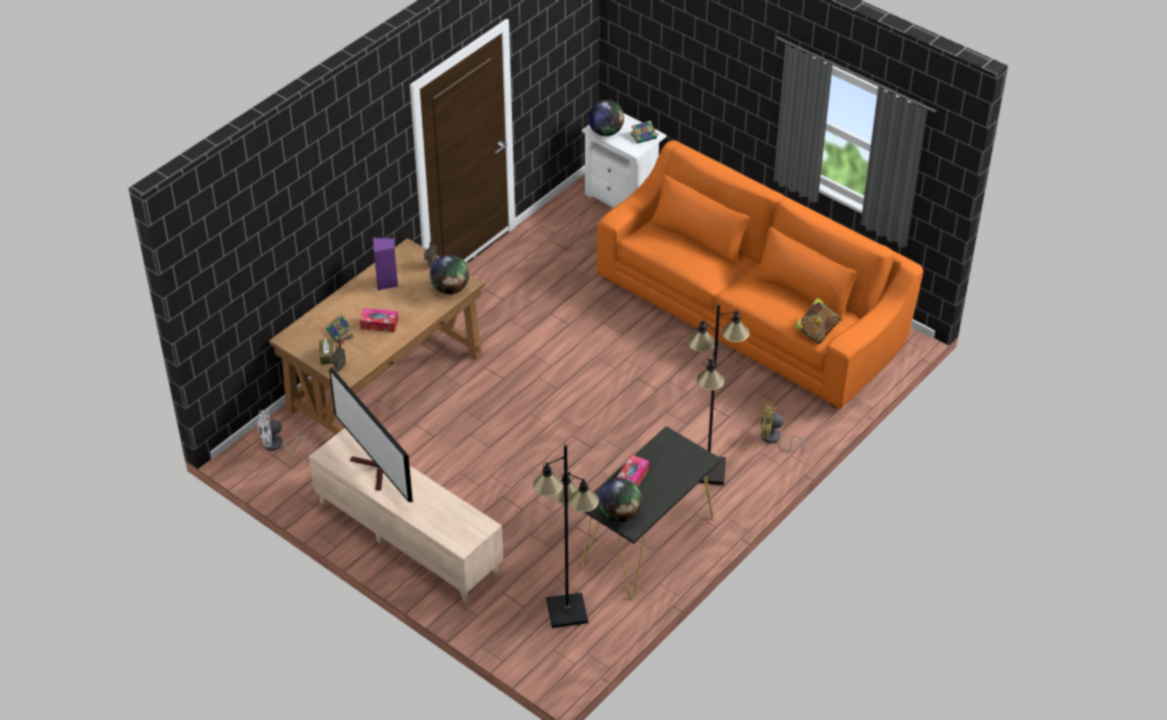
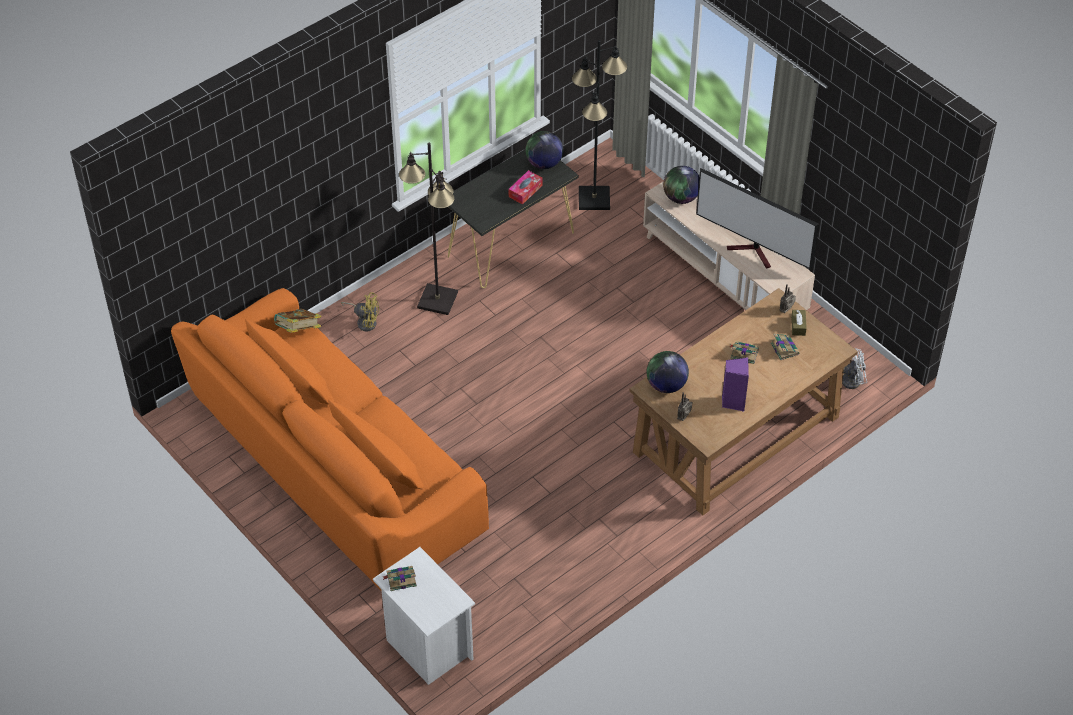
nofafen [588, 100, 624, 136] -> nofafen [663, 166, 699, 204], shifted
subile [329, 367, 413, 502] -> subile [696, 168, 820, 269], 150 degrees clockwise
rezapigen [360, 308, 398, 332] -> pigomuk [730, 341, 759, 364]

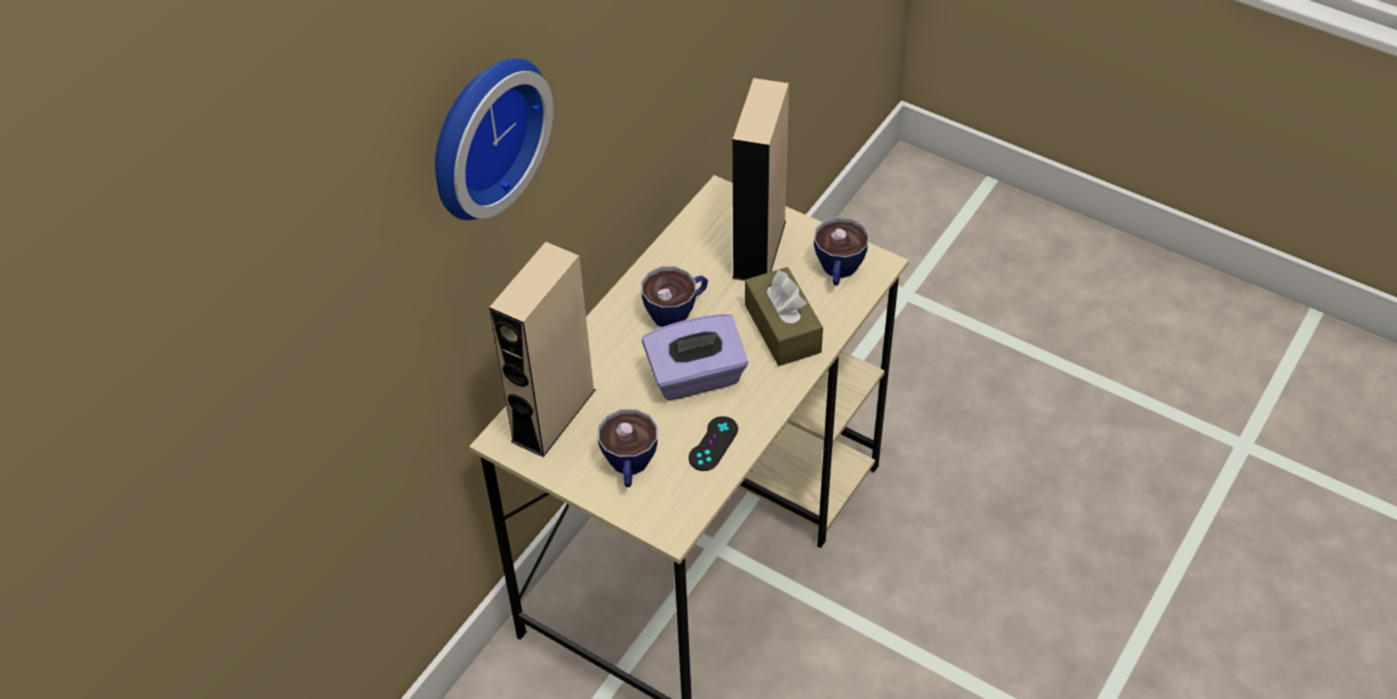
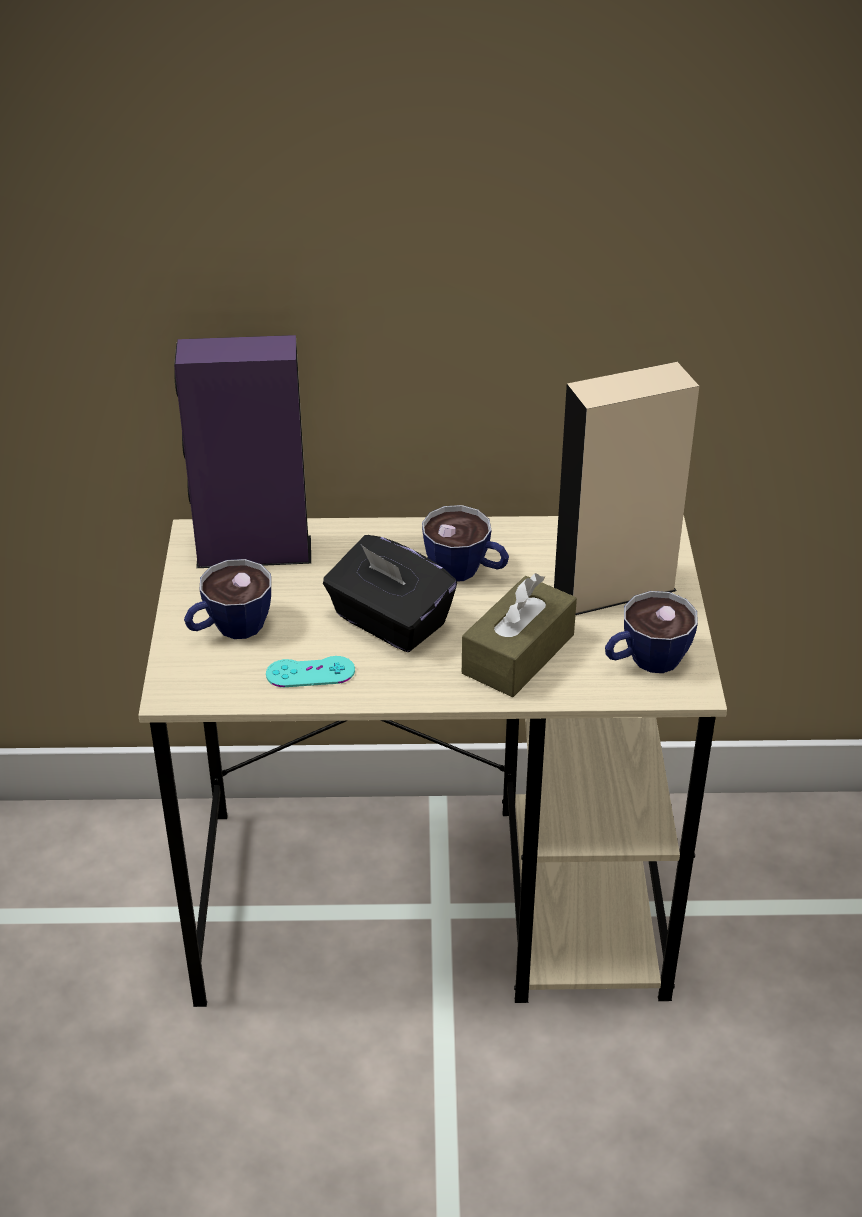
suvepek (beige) [489, 242, 596, 457] -> suvepek (purple) [174, 335, 311, 568]
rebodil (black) [688, 416, 738, 471] -> rebodil (turquoise) [266, 656, 355, 687]
rezapigen (purple) [642, 314, 748, 401] -> rezapigen (black) [323, 535, 457, 652]
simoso [435, 58, 553, 220] -> none

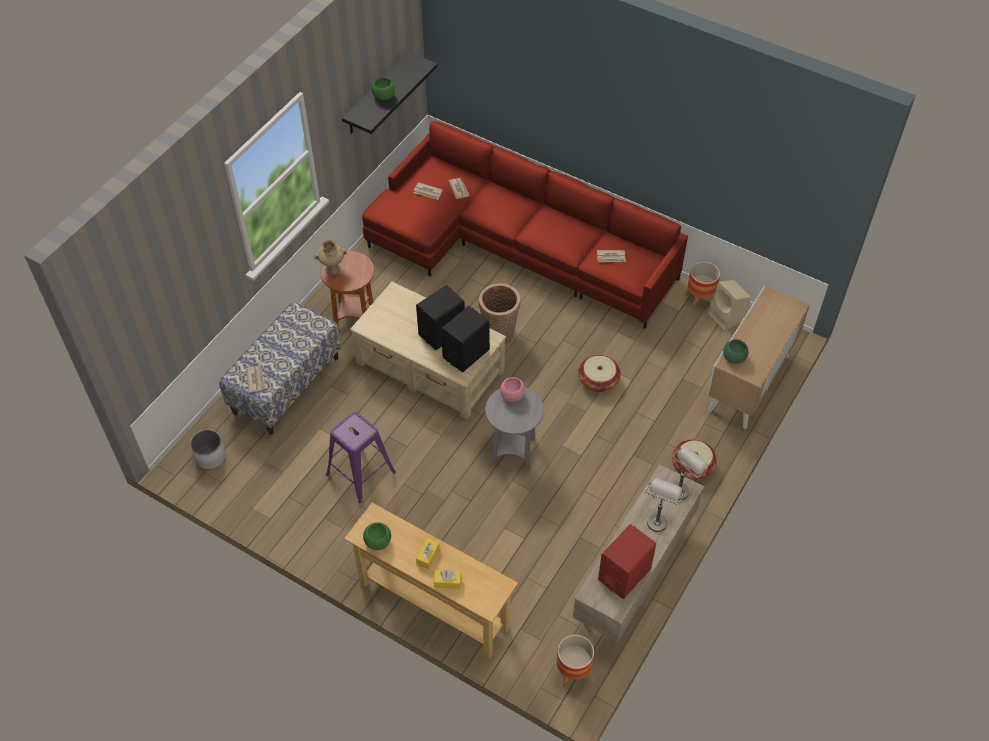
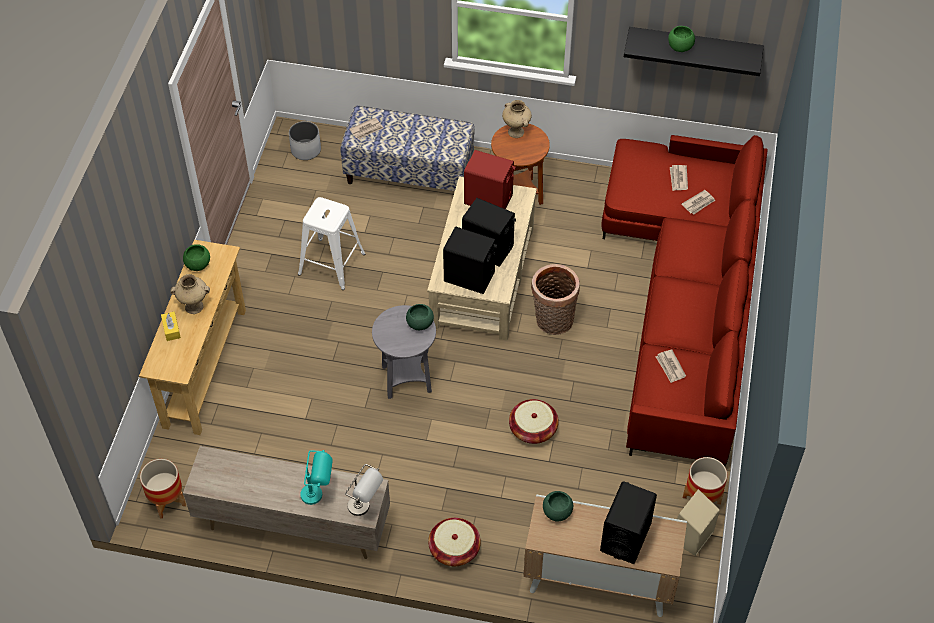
rezapigen (yellow) [416, 538, 440, 569] -> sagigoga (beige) [170, 274, 210, 314]
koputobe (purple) [326, 412, 396, 503] -> koputobe (white) [298, 197, 365, 290]
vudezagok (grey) [645, 478, 684, 532] -> vudezagok (turquoise) [300, 450, 332, 505]
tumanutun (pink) [500, 377, 525, 402] -> tumanutun (green) [406, 304, 434, 330]
suvepek (red) [598, 524, 656, 599] -> suvepek (red) [464, 150, 516, 209], shifted
none -> suvepek (black) [600, 482, 657, 564]

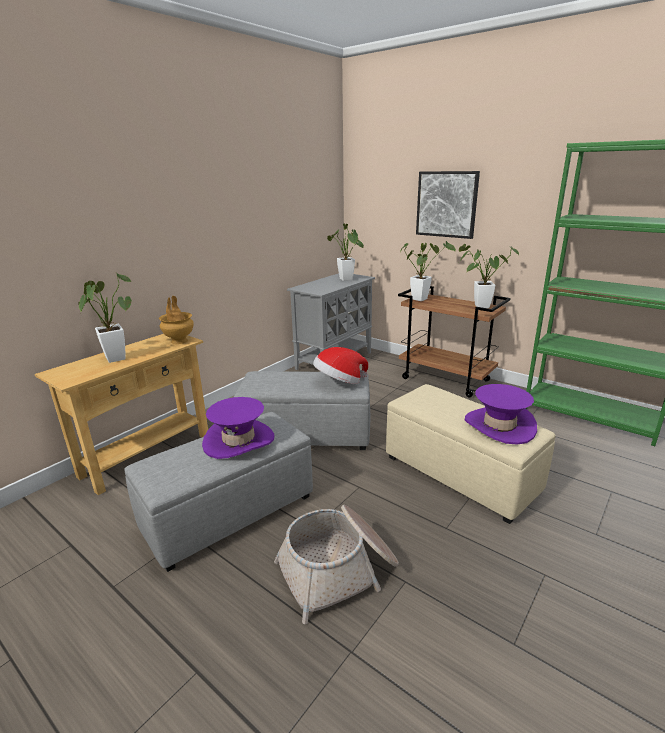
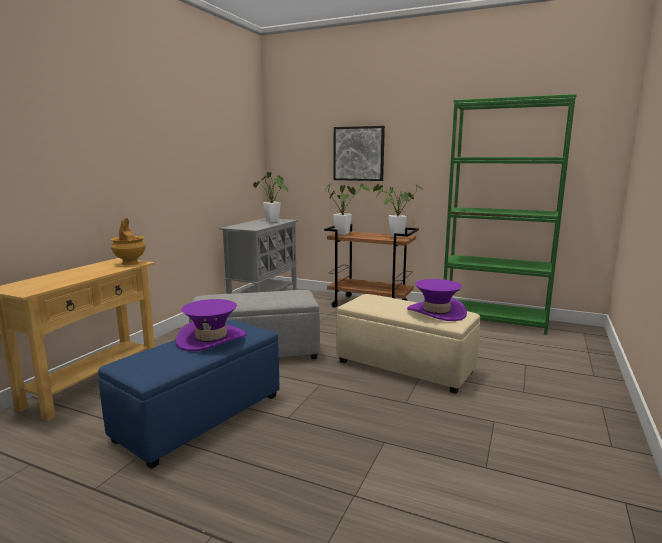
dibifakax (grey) [124, 412, 313, 572] -> dibifakax (blue) [98, 320, 280, 469]
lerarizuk [78, 273, 132, 363] -> none
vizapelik [274, 505, 399, 624] -> none
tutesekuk [313, 347, 368, 384] -> none

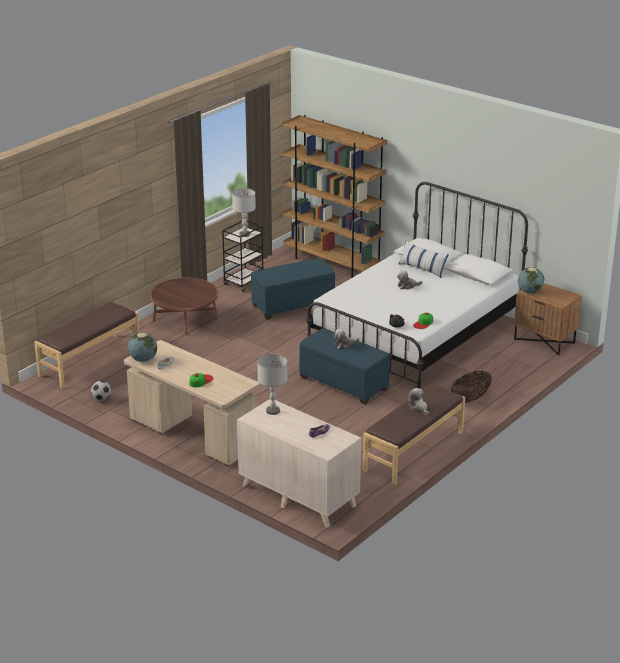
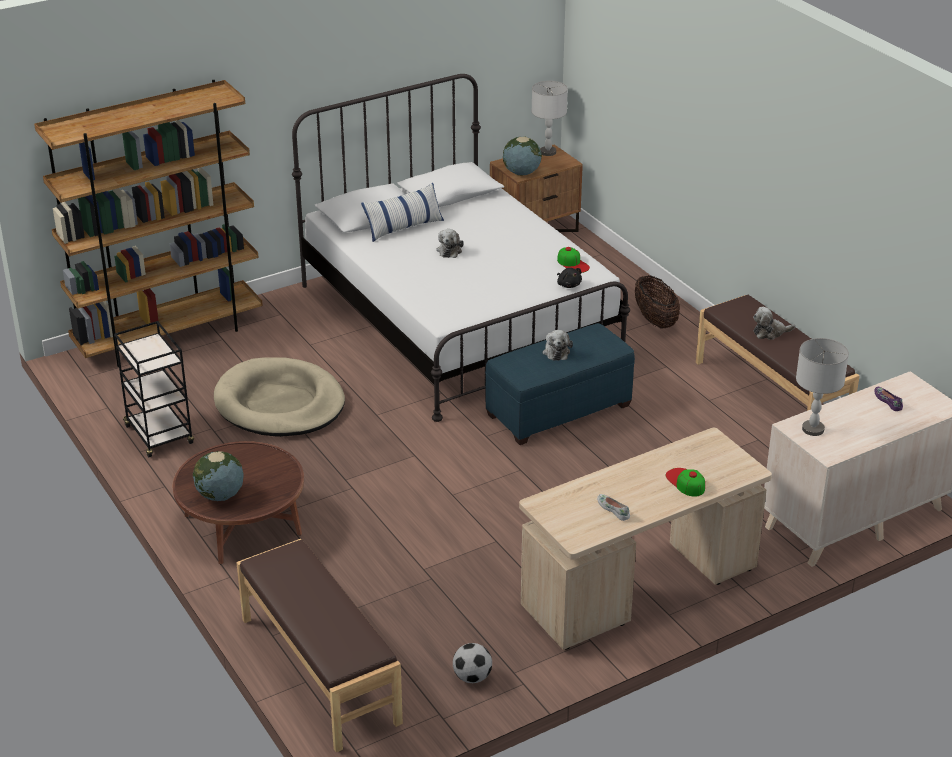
nofafen [128, 332, 157, 362] -> nofafen [193, 451, 243, 501], shifted
dibifakax (blue) [251, 258, 335, 320] -> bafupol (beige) [214, 357, 345, 437]
vudezagok (grey) [232, 188, 256, 237] -> vudezagok (grey) [532, 81, 568, 156], shifted

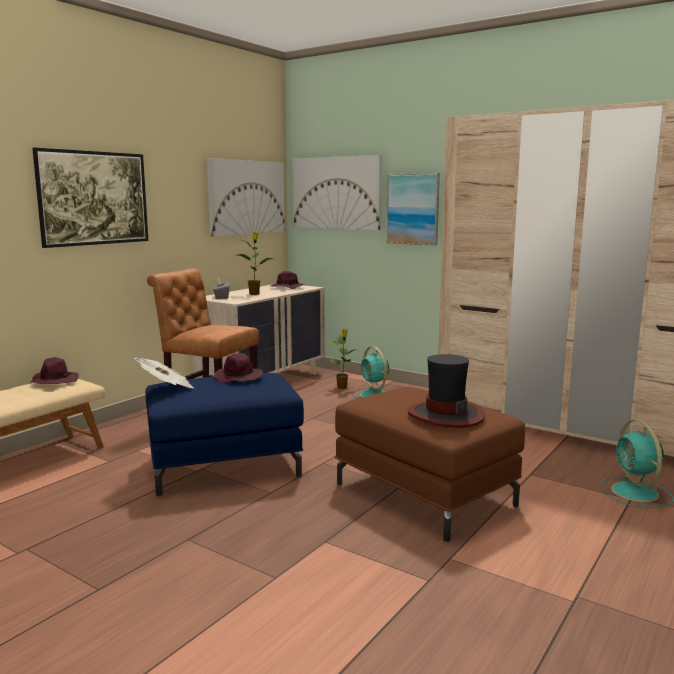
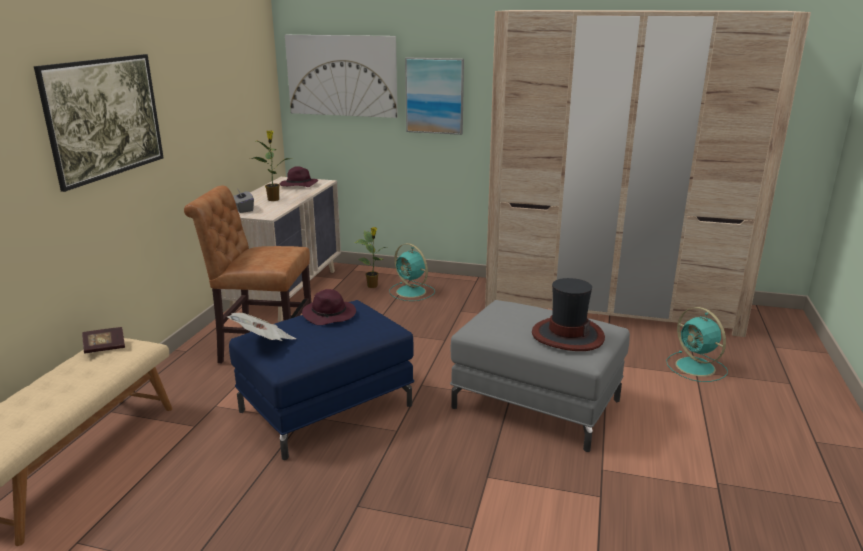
tutesekuk (purple) [31, 357, 79, 384] -> pigomuk [82, 327, 125, 354]
dibifakax (brown) [335, 387, 525, 542] -> dibifakax (grey) [450, 300, 630, 452]
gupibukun [207, 158, 285, 236] -> none

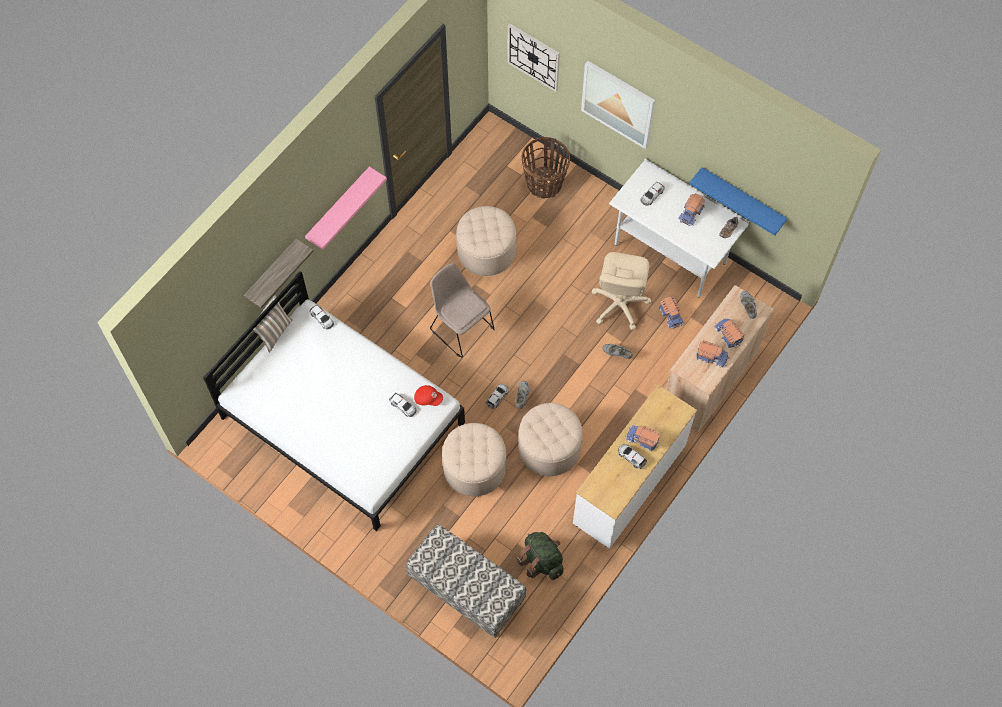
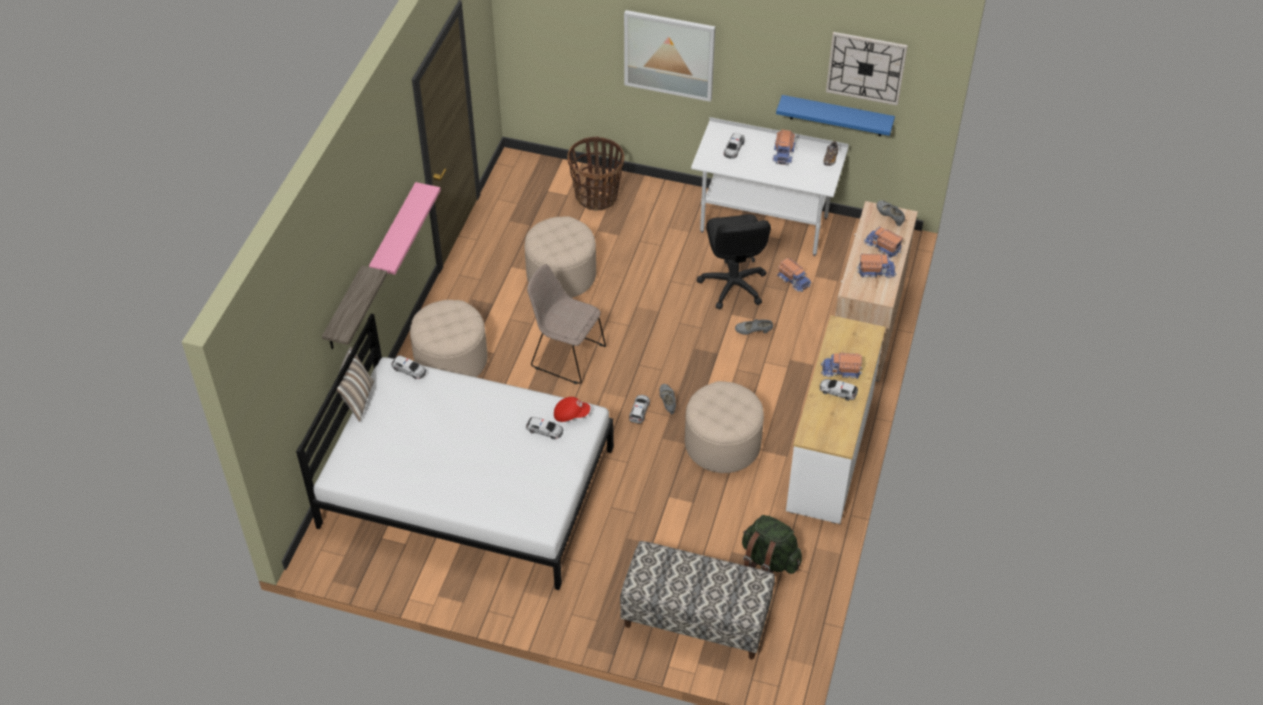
dibifakax (beige) [442, 423, 506, 496] -> dibifakax (beige) [410, 300, 487, 377], shifted
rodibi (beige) [591, 252, 651, 330] -> rodibi (black) [697, 214, 771, 309]
simoso [507, 23, 560, 92] -> simoso [826, 32, 908, 106], shifted

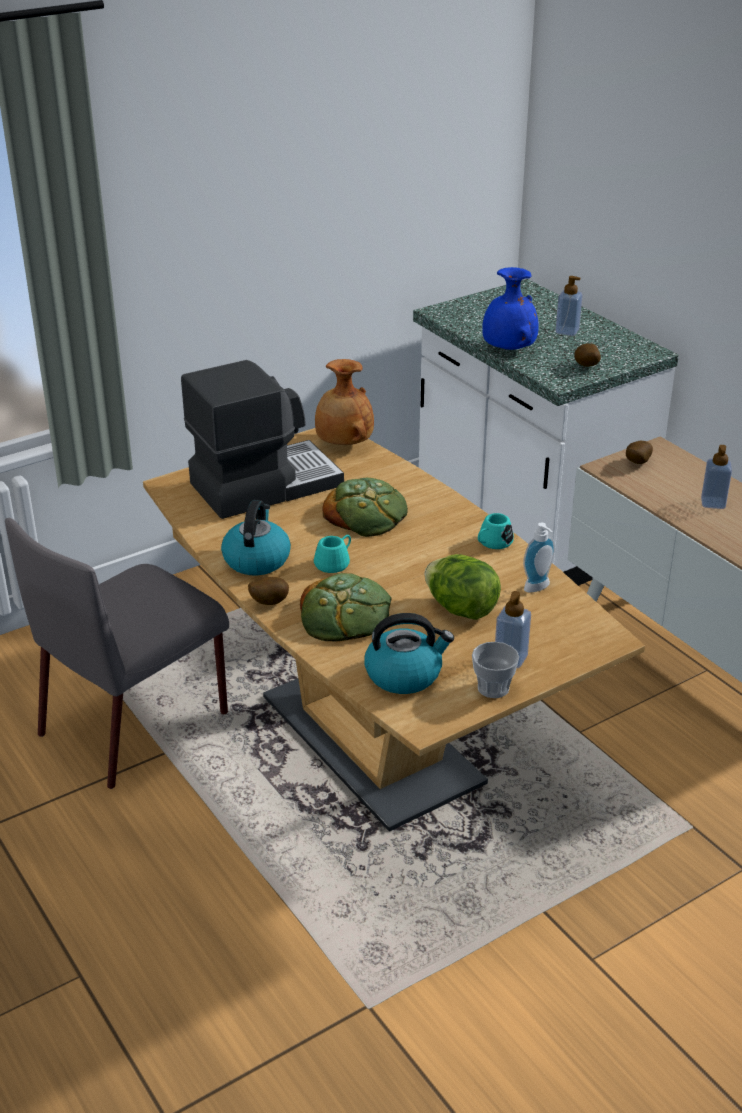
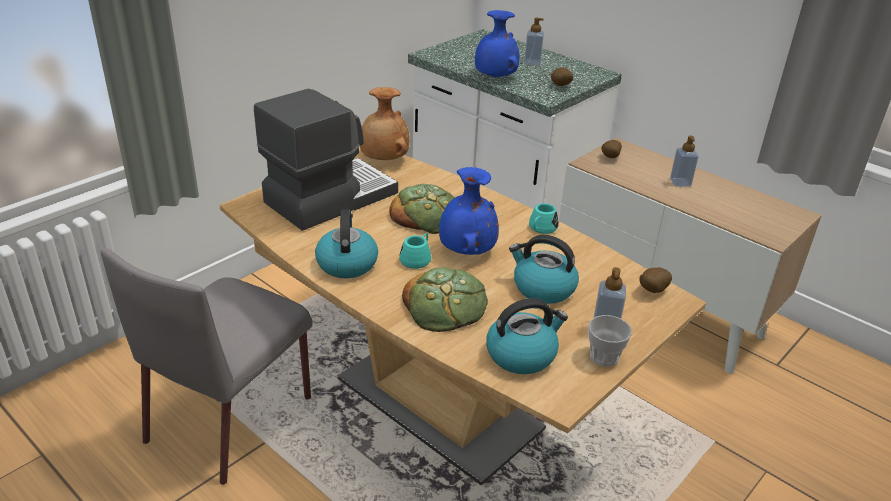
none -> sagigoga (blue) [439, 167, 499, 255]
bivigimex [424, 554, 501, 620] -> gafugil [509, 235, 579, 304]
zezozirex [248, 577, 289, 605] -> zezozirex [639, 268, 672, 293], shifted
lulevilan [523, 523, 555, 593] -> none

